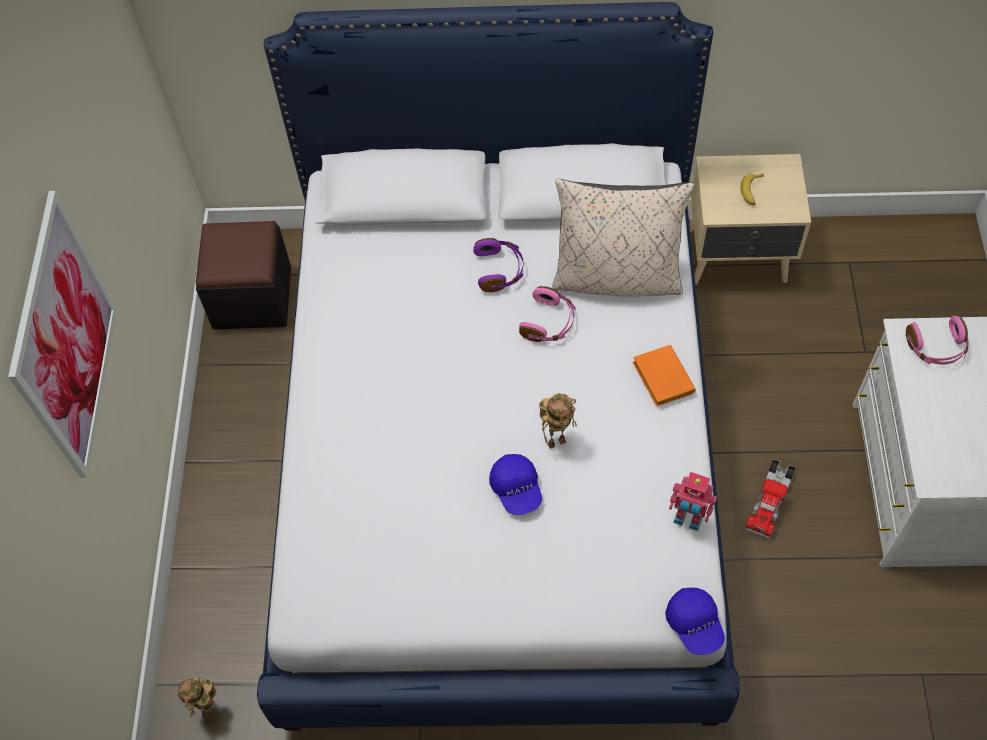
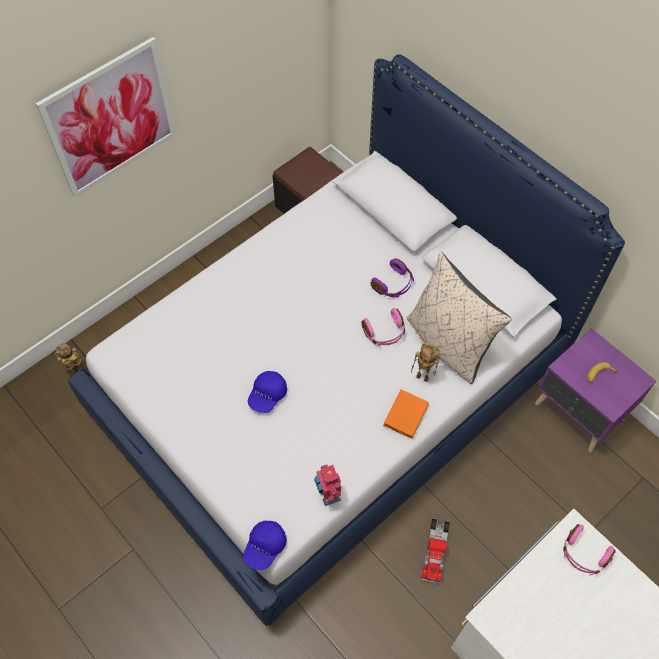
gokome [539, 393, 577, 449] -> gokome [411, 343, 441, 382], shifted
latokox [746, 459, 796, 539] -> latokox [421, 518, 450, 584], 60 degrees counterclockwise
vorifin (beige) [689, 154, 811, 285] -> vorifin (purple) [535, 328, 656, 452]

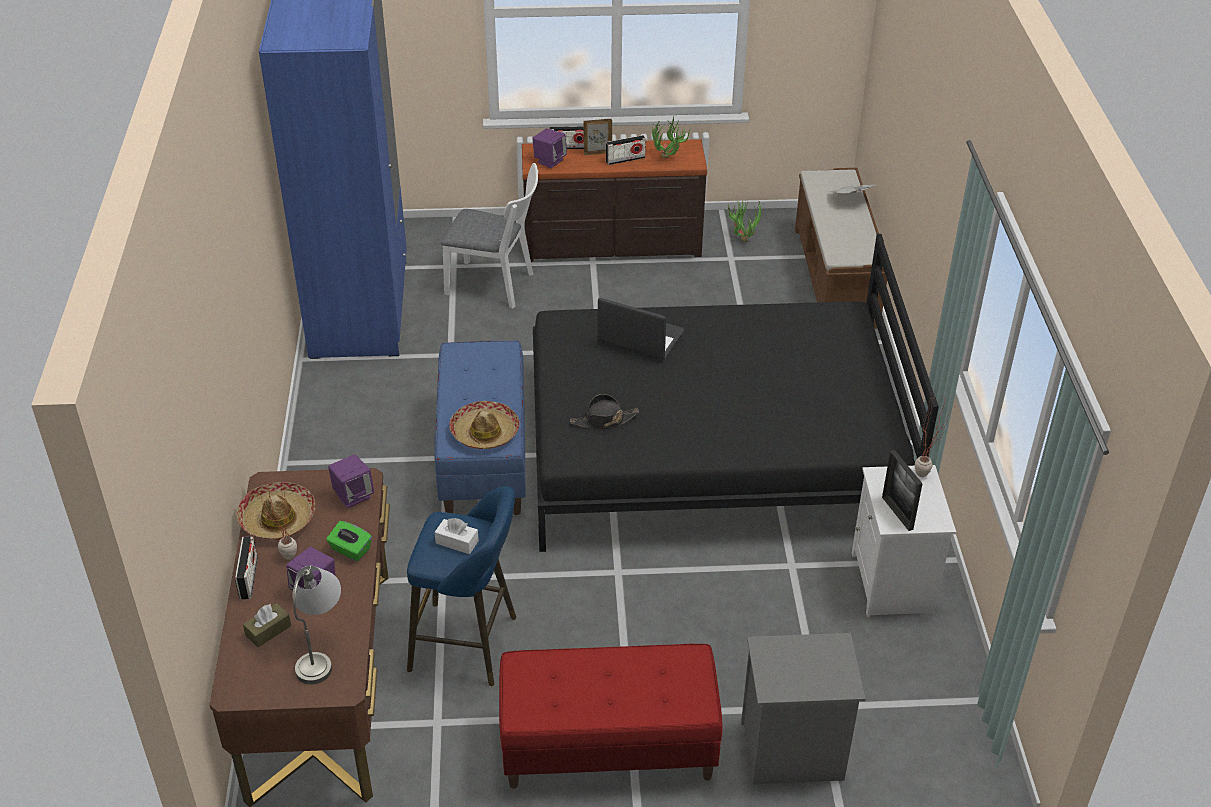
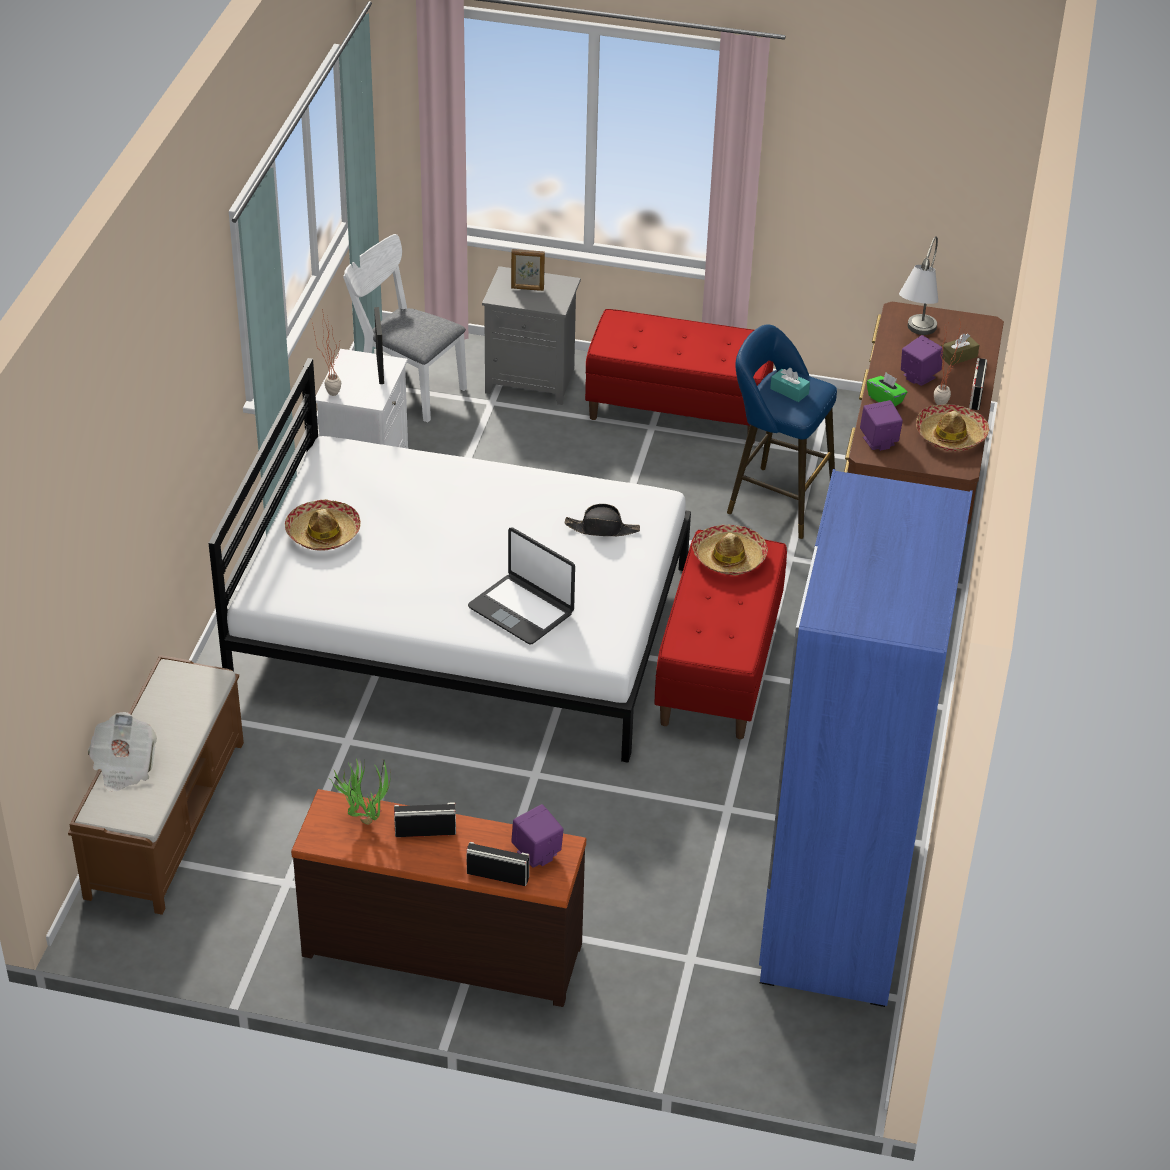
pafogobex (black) [533, 234, 939, 552] -> pafogobex (white) [208, 358, 691, 763]
none -> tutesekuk [285, 499, 361, 551]
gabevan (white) [441, 163, 538, 309] -> gabevan (white) [343, 234, 467, 423], shifted
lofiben [583, 119, 612, 155] -> lofiben [511, 249, 545, 291], shifted
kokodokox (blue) [434, 341, 526, 515] -> kokodokox (red) [654, 530, 787, 739]
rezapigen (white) [435, 518, 479, 554] -> rezapigen (turquoise) [770, 368, 810, 402]
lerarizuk [726, 199, 764, 242] -> none

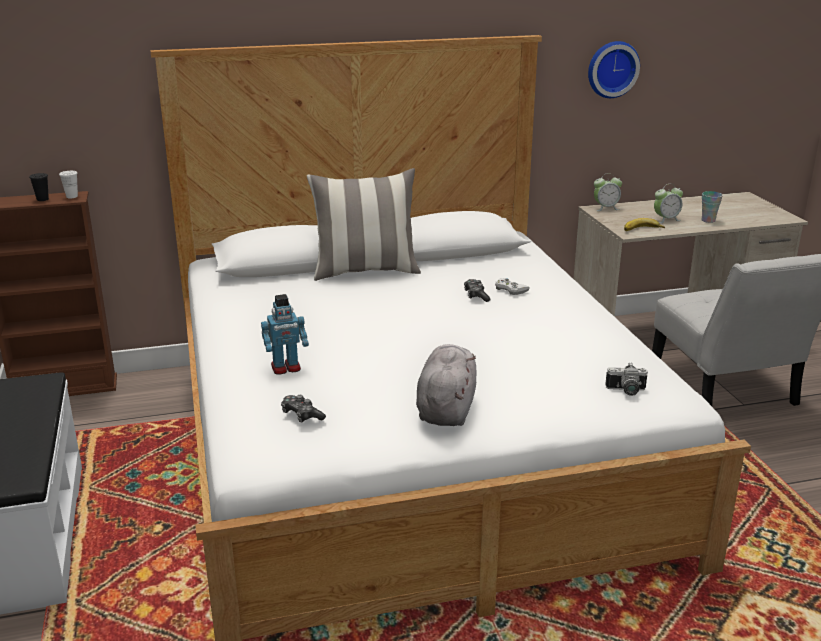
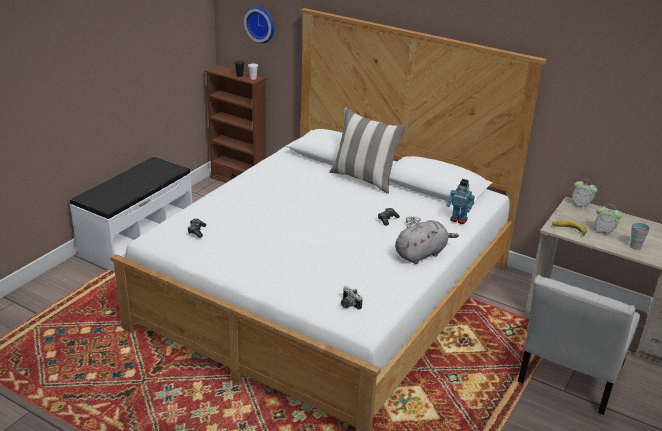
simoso [588, 41, 640, 98] -> simoso [244, 6, 275, 43], shifted
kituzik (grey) [416, 344, 476, 426] -> kituzik (grey) [395, 220, 459, 264], shifted
gokome [261, 294, 309, 375] -> gokome [446, 179, 475, 224], shifted

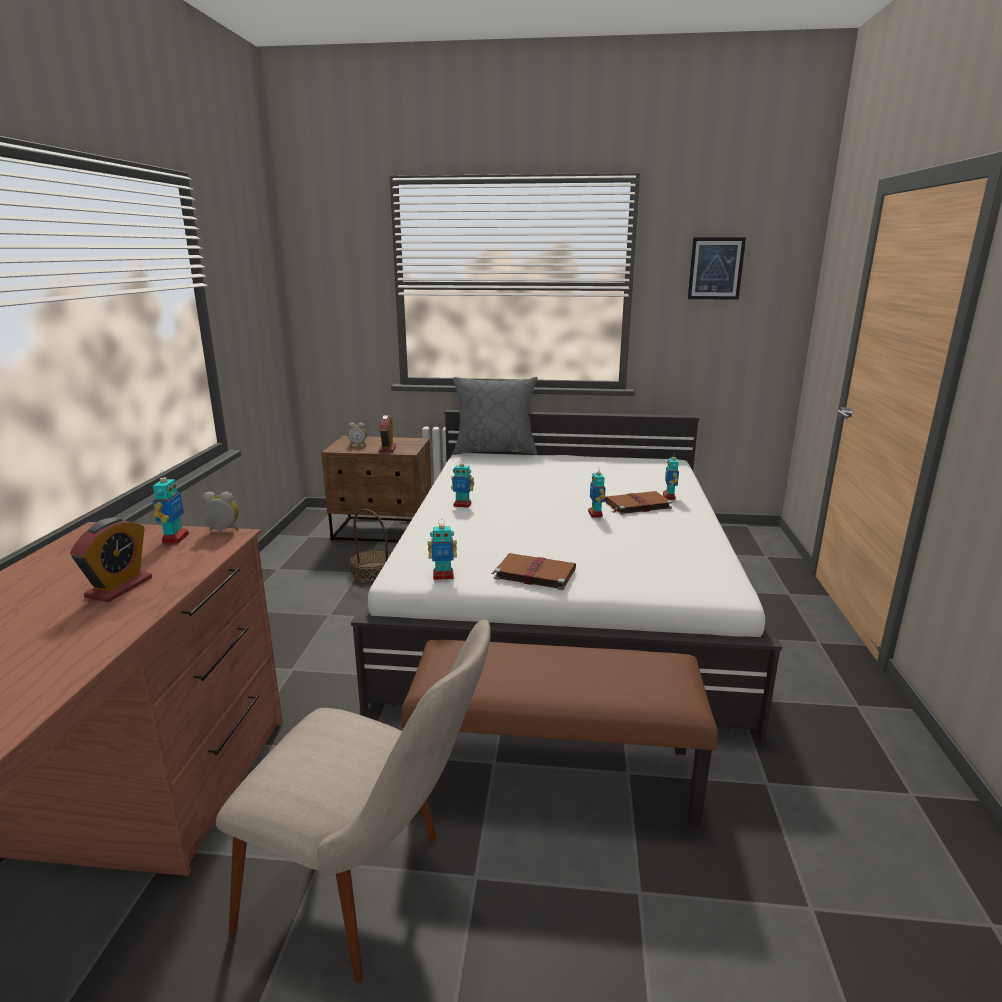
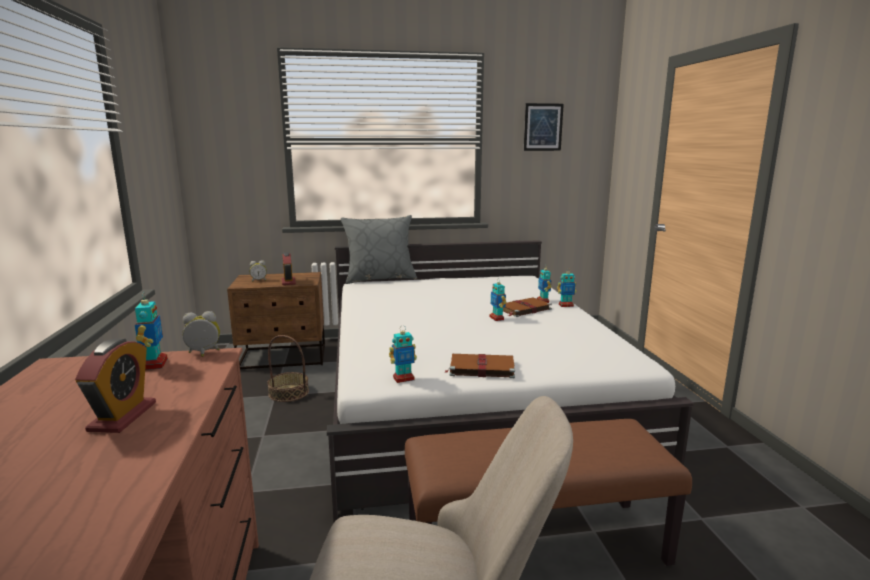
gokome [451, 460, 474, 508] -> gokome [557, 269, 577, 307], shifted

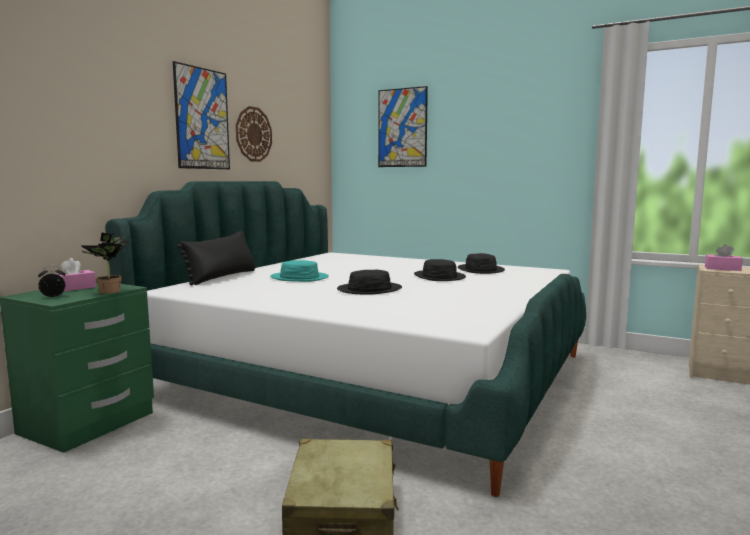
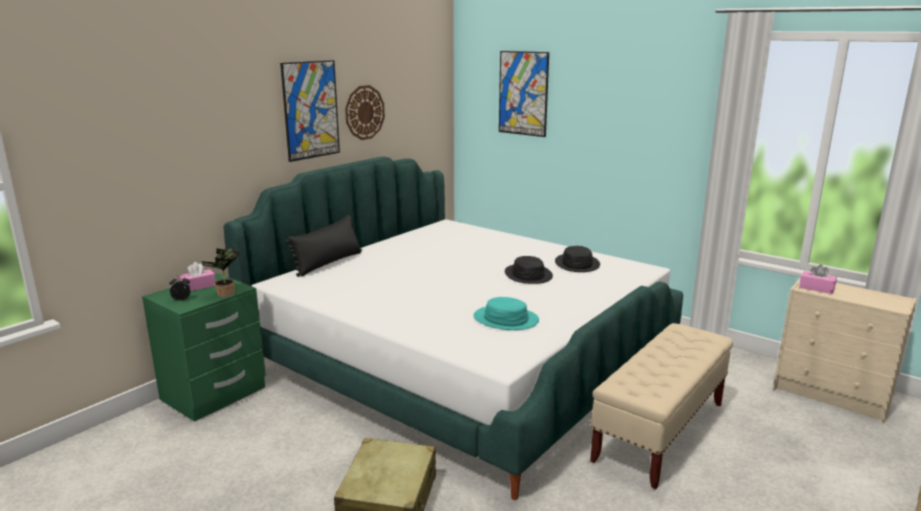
tutesekuk (turquoise) [270, 260, 329, 282] -> tutesekuk (turquoise) [473, 297, 539, 330], shifted
none -> kokodokox (beige) [590, 323, 733, 489]
tutesekuk (black) [337, 270, 402, 295] -> none

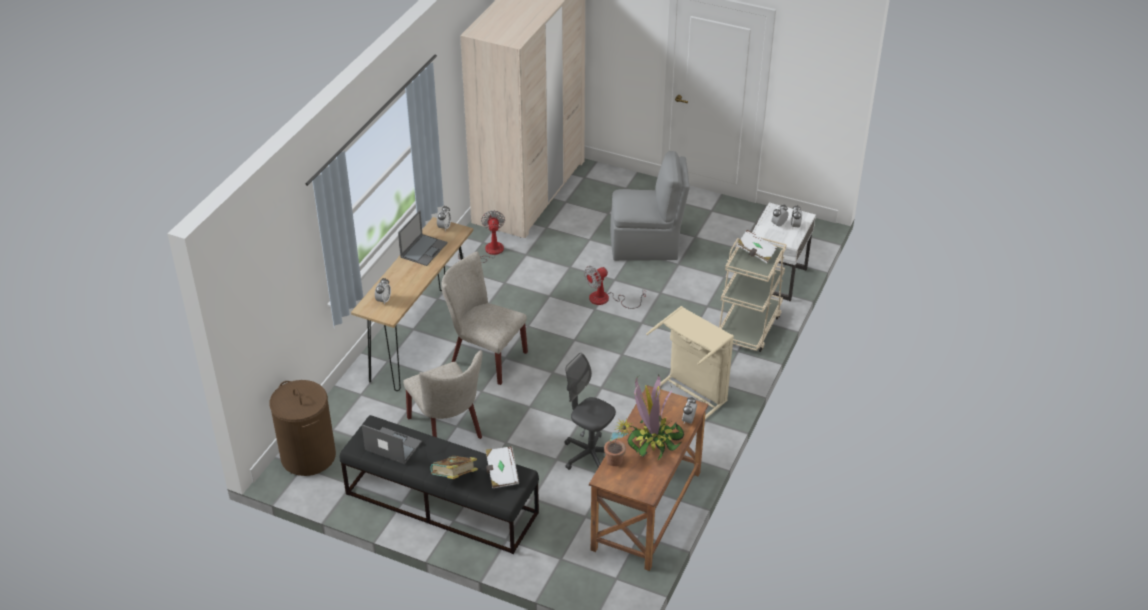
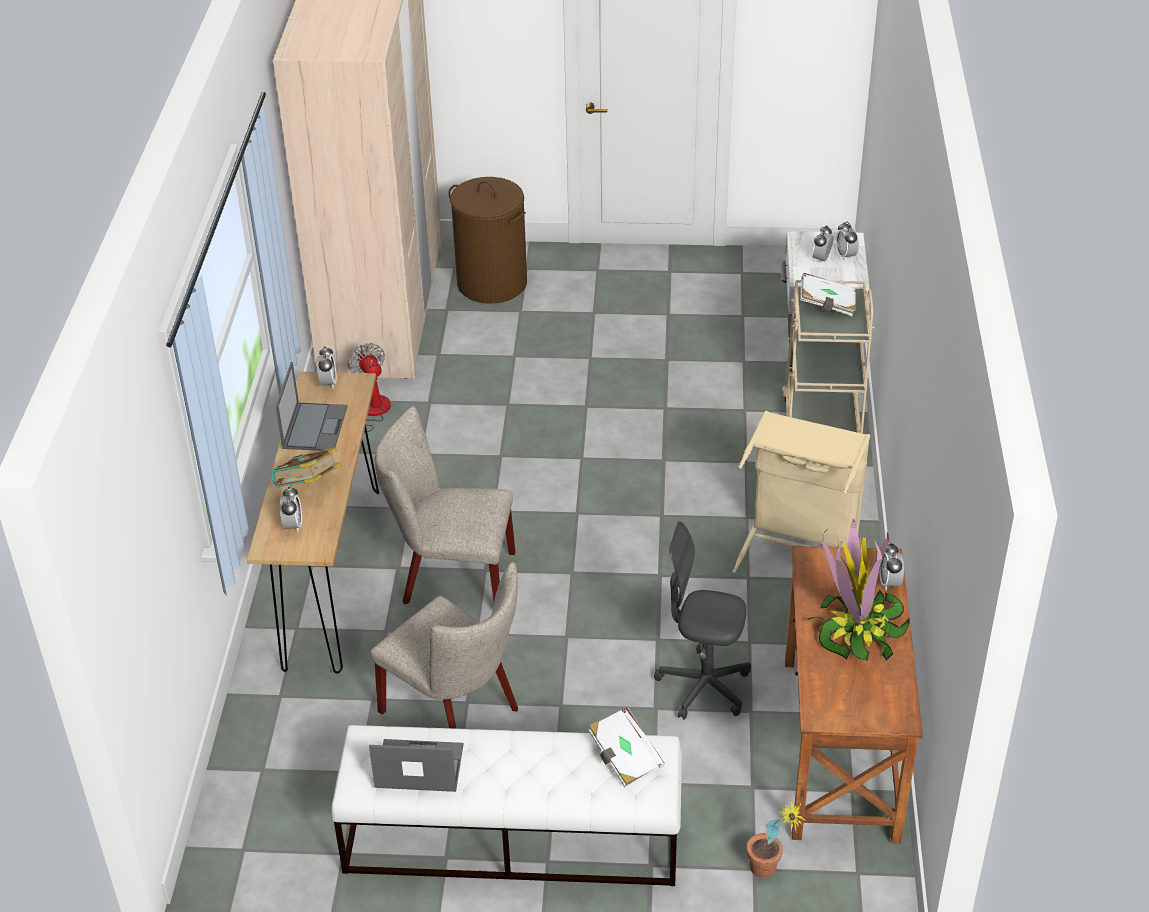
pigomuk [430, 456, 478, 479] -> pigomuk [271, 447, 342, 487], shifted
kokodokox (black) [340, 415, 539, 554] -> kokodokox (white) [331, 725, 682, 886]
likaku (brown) [269, 380, 336, 476] -> likaku (brown) [448, 177, 527, 303], shifted
lerarizuk [604, 418, 634, 466] -> lerarizuk [746, 799, 805, 878], shifted
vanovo [584, 266, 646, 309] -> none
gabevan (grey) [610, 151, 690, 261] -> none

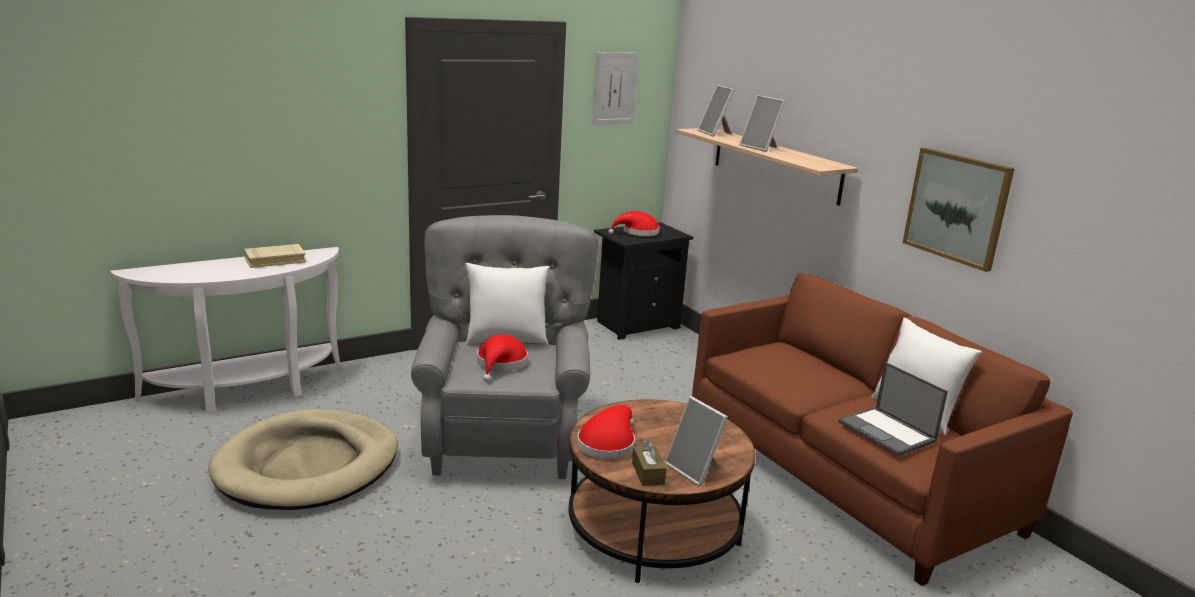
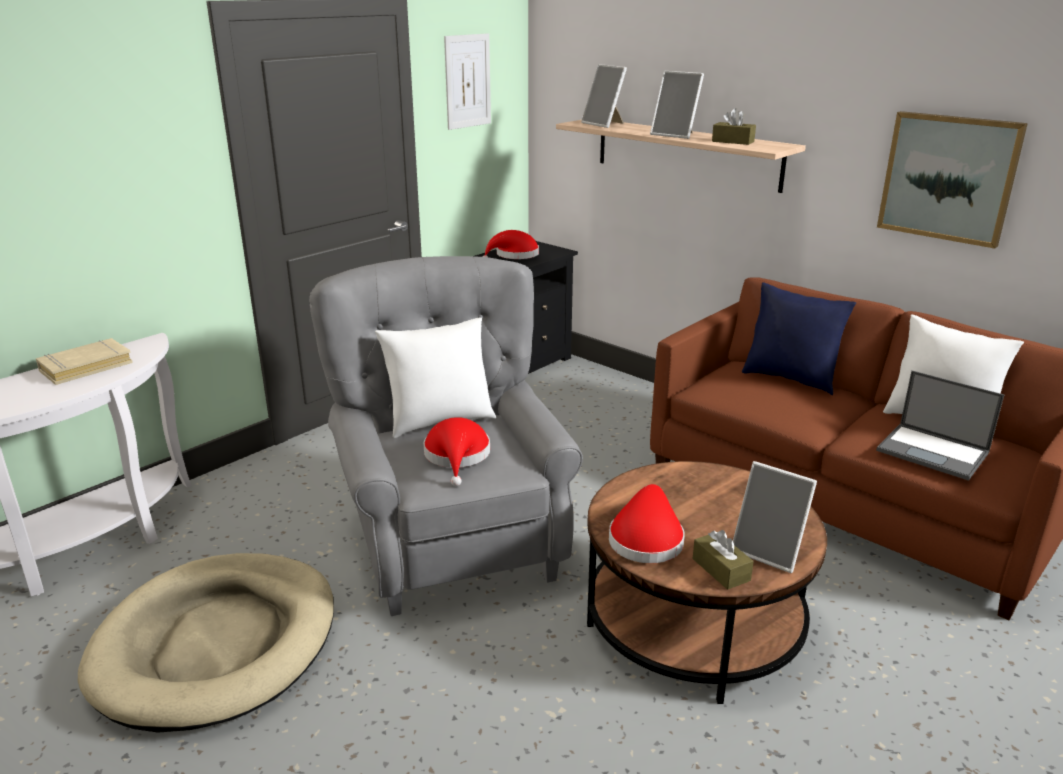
none -> rezapigen (brown) [712, 108, 756, 145]
none -> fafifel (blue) [742, 282, 856, 395]

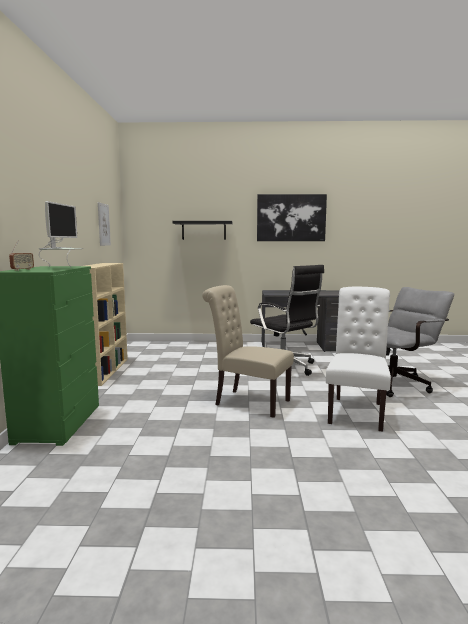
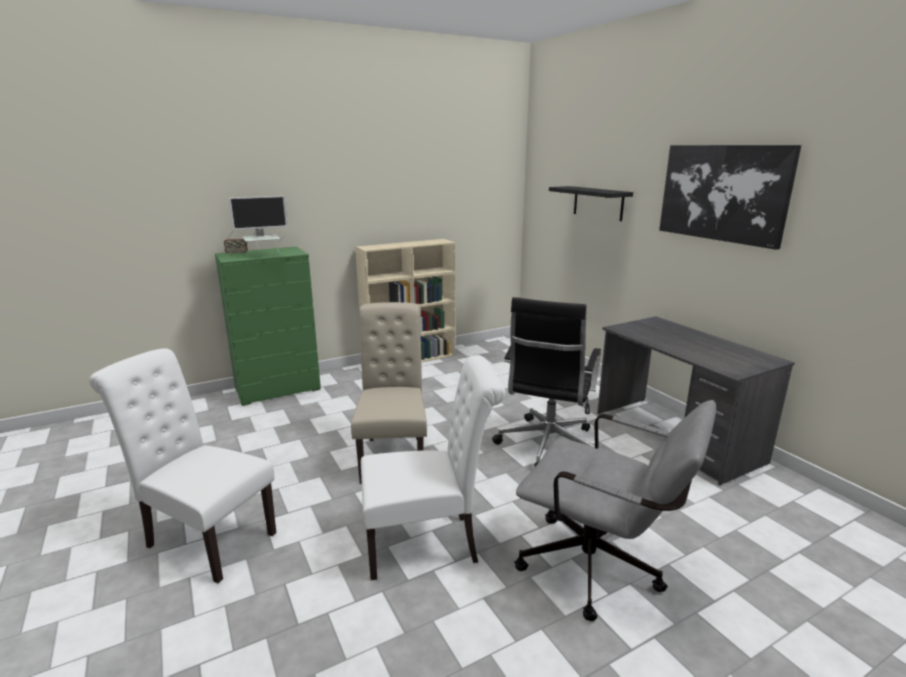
none -> gabevan (white) [89, 348, 276, 583]
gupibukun [98, 202, 111, 246] -> none

